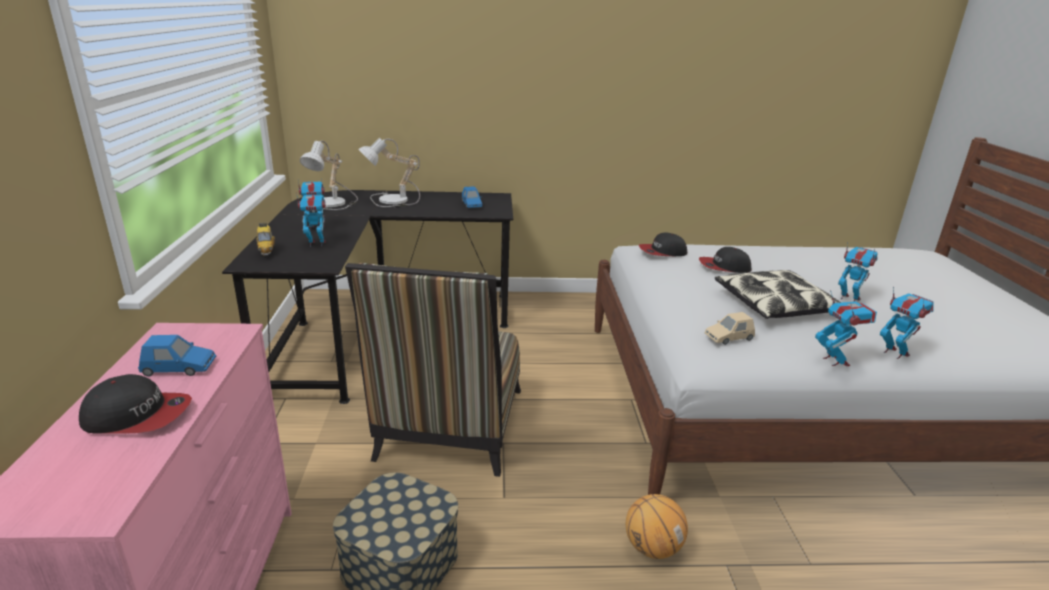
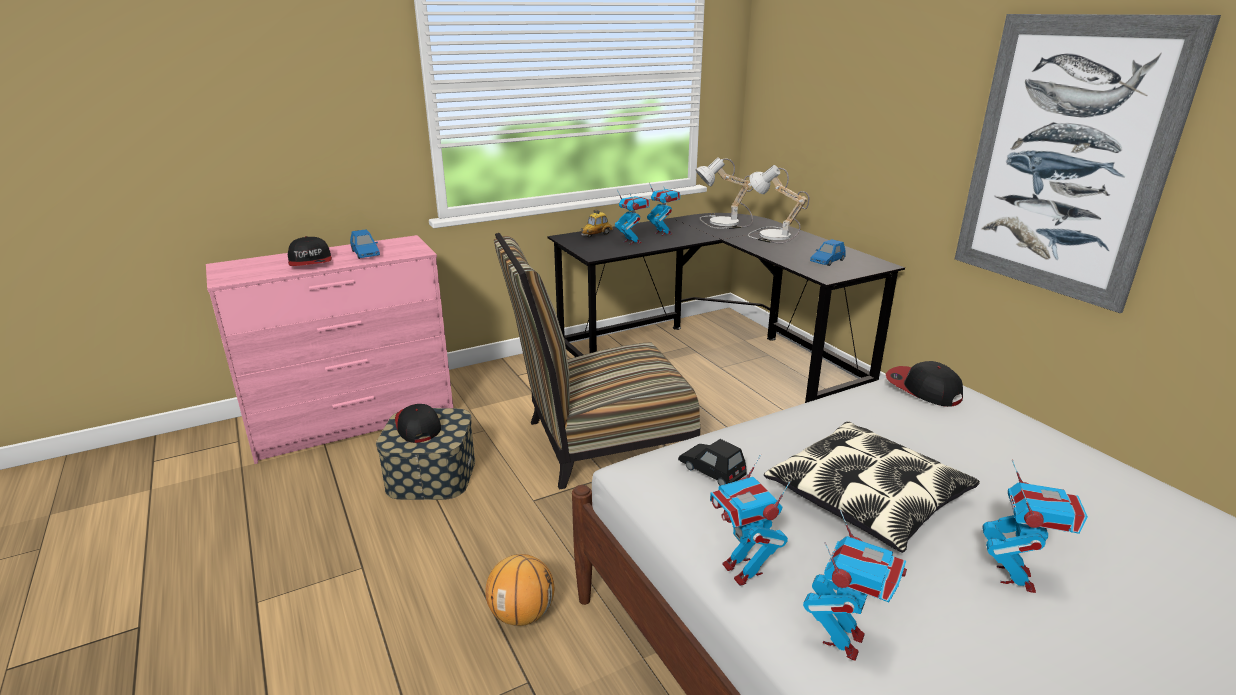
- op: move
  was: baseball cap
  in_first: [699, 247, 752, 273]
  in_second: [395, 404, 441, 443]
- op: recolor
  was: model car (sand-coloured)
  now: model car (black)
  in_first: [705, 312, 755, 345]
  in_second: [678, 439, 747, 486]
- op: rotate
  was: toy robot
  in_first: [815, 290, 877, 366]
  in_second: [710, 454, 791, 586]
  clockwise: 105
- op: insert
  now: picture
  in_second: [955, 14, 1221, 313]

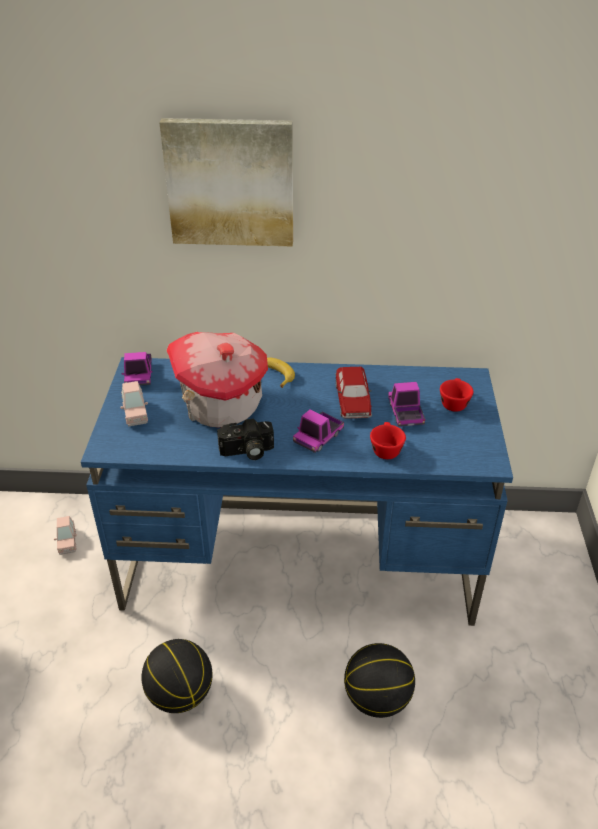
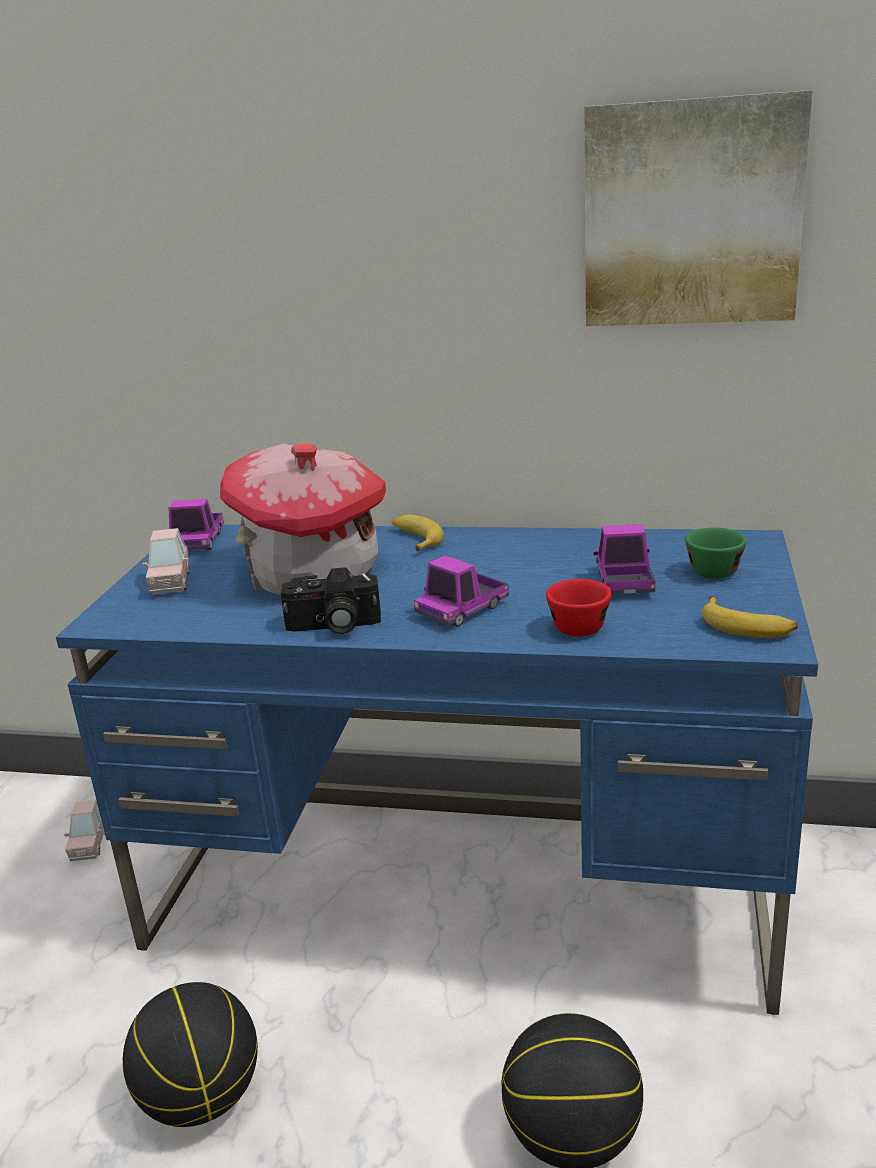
- op: move
  was: picture
  in_first: [159, 118, 293, 246]
  in_second: [584, 90, 812, 326]
- op: delete
  was: model car
  in_first: [335, 367, 372, 419]
- op: recolor
  was: cup (reddish)
  now: cup (greenish)
  in_first: [440, 378, 473, 412]
  in_second: [685, 527, 747, 579]
- op: insert
  now: banana fruit
  in_second: [702, 596, 798, 638]

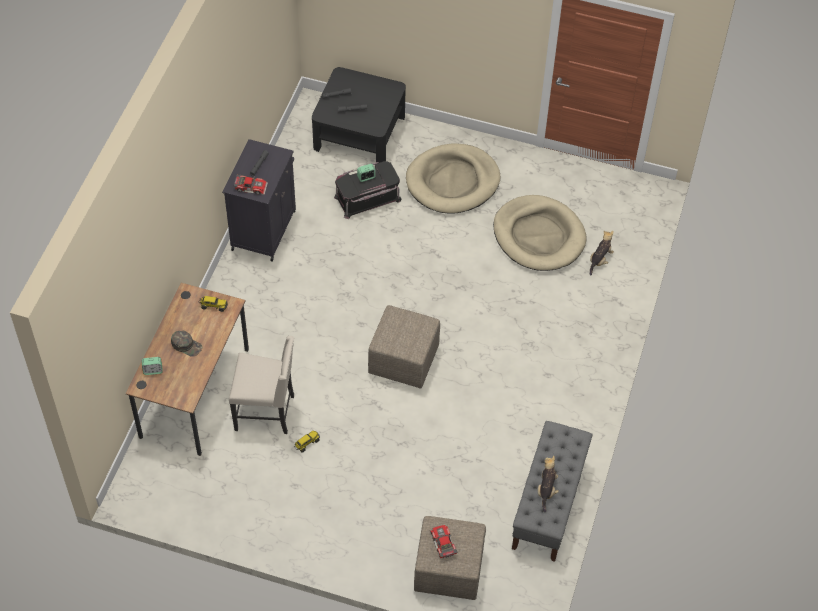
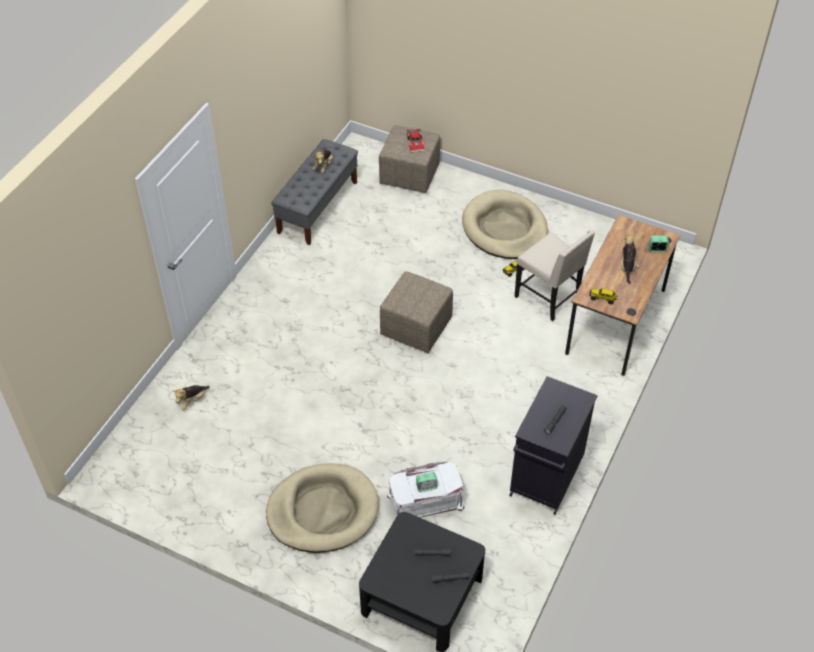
- op: replace
  was: baseball cap (greenish)
  now: cuddly toy
  in_first: [171, 331, 202, 357]
  in_second: [620, 232, 640, 284]
- op: rotate
  was: chair (sand-coloured)
  in_first: [229, 336, 294, 434]
  in_second: [515, 229, 595, 321]
  clockwise: -150
- op: delete
  was: model car
  in_first: [234, 174, 268, 195]
- op: recolor
  was: storage container (black)
  now: storage container (whitish)
  in_first: [334, 161, 402, 219]
  in_second: [387, 462, 464, 518]
- op: move
  was: dog bed (sand-coloured)
  in_first: [493, 195, 586, 271]
  in_second: [462, 190, 548, 259]

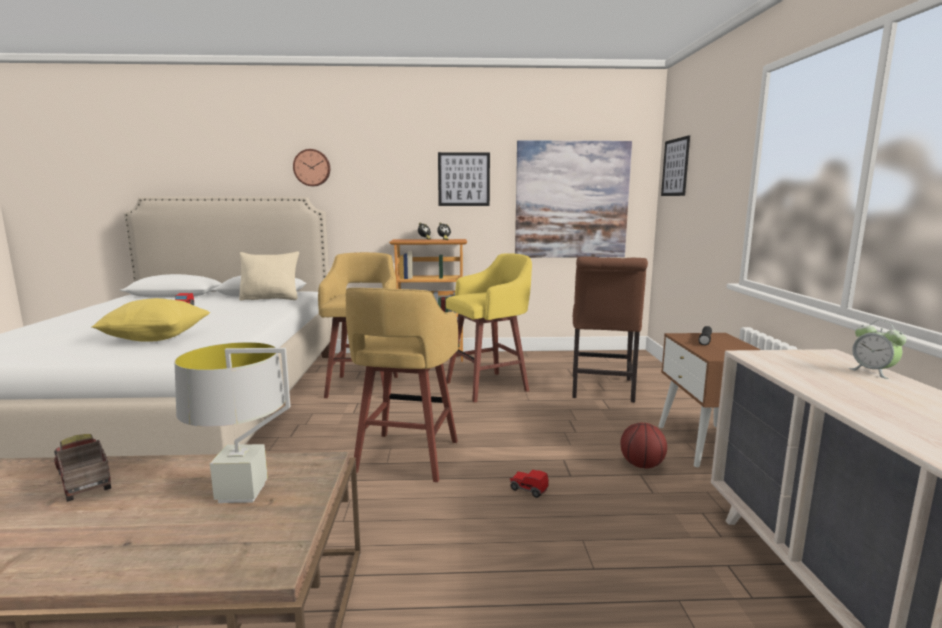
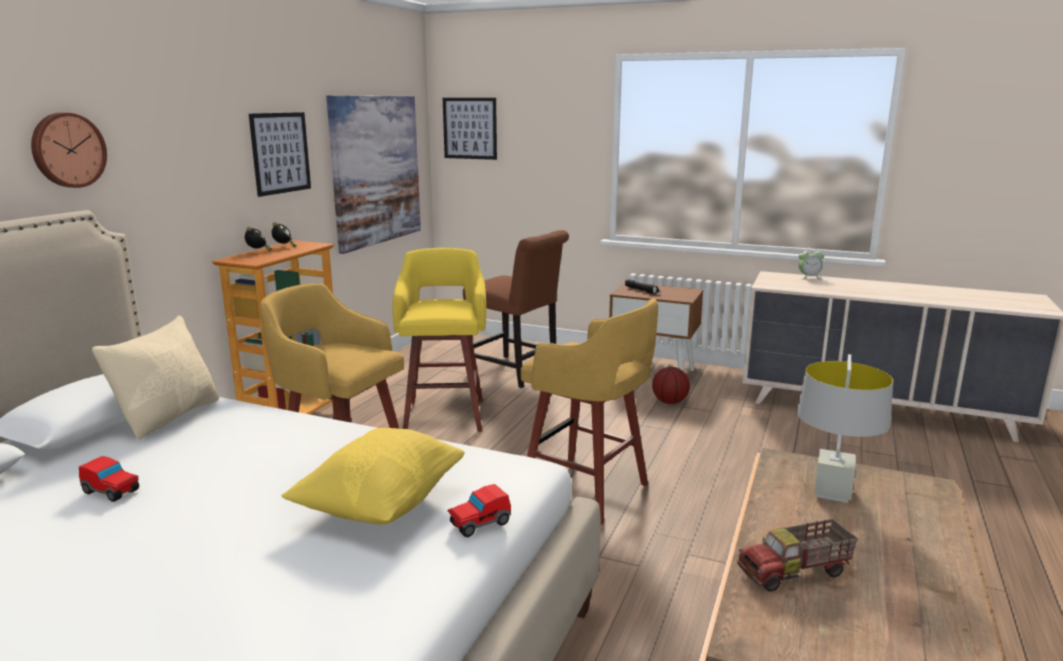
- op: move
  was: model car
  in_first: [510, 470, 549, 498]
  in_second: [448, 484, 511, 537]

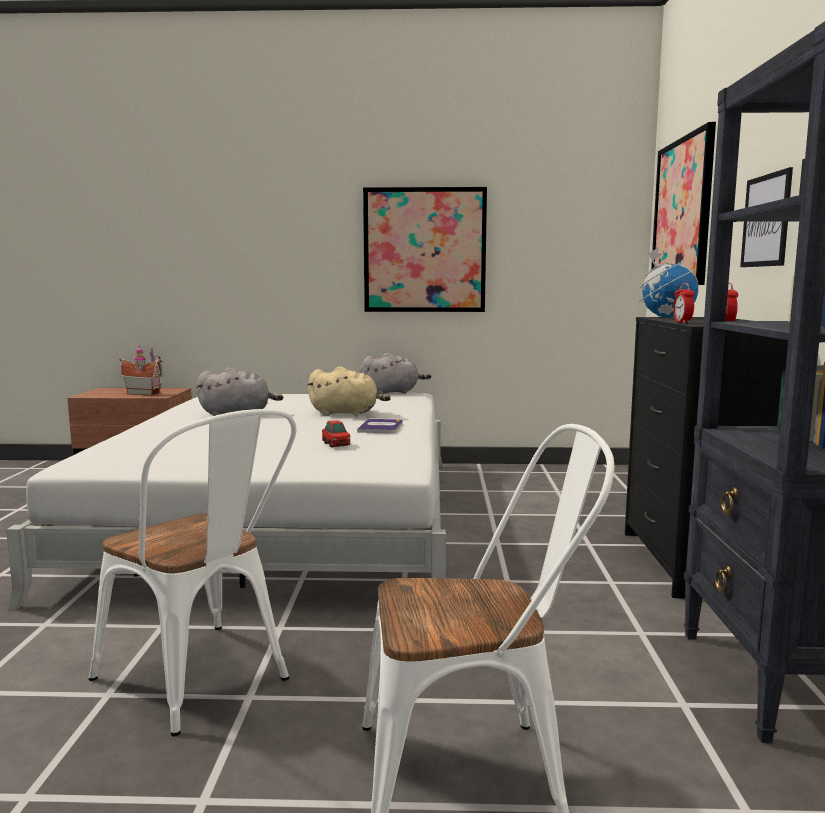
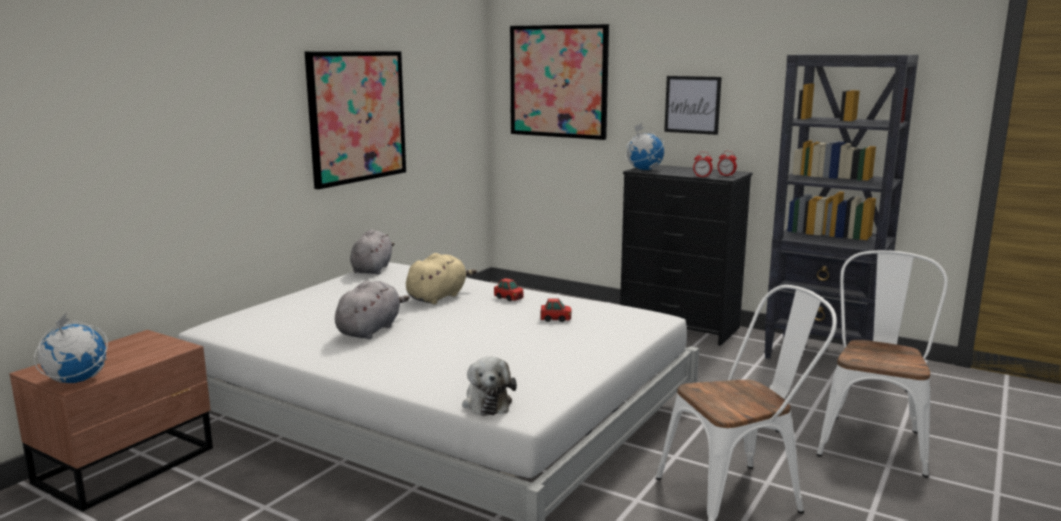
- op: delete
  was: model house
  in_first: [119, 345, 163, 395]
- op: replace
  was: volume
  now: model car
  in_first: [357, 419, 403, 433]
  in_second: [494, 278, 523, 301]
- op: insert
  now: globe
  in_second: [34, 312, 108, 383]
- op: insert
  now: cuddly toy
  in_second: [462, 357, 517, 416]

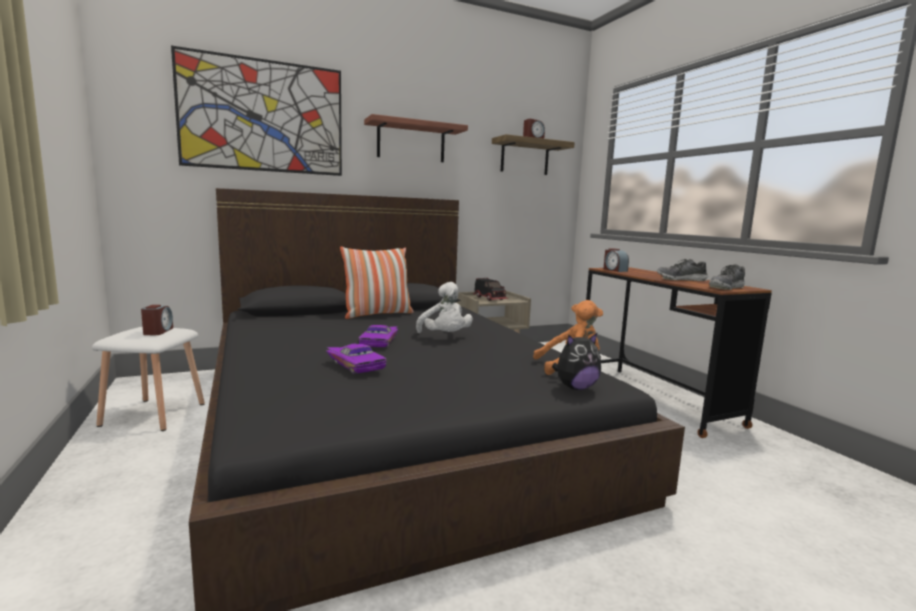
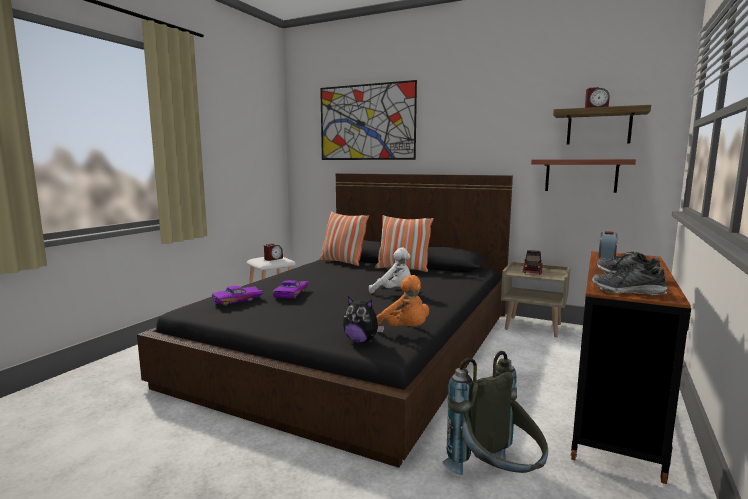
- op: move
  was: model car (purplish)
  in_first: [358, 325, 398, 348]
  in_second: [212, 286, 263, 306]
- op: move
  was: bracket shelf
  in_first: [364, 114, 468, 162]
  in_second: [531, 159, 636, 193]
- op: rotate
  was: cuddly toy (whitish)
  in_first: [416, 282, 473, 333]
  in_second: [369, 247, 411, 293]
  clockwise: -90
- op: insert
  now: throw pillow
  in_second: [319, 211, 369, 266]
- op: insert
  now: knapsack (gray)
  in_second: [443, 351, 548, 475]

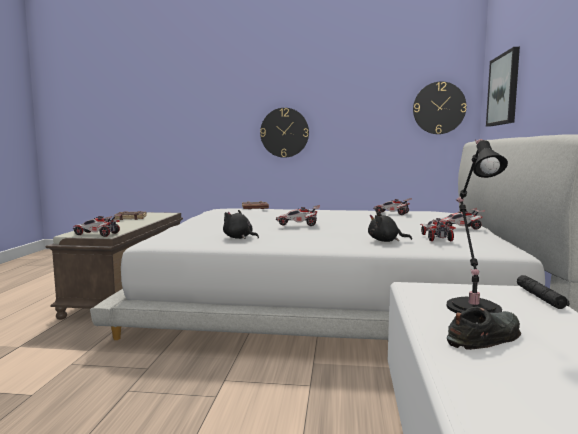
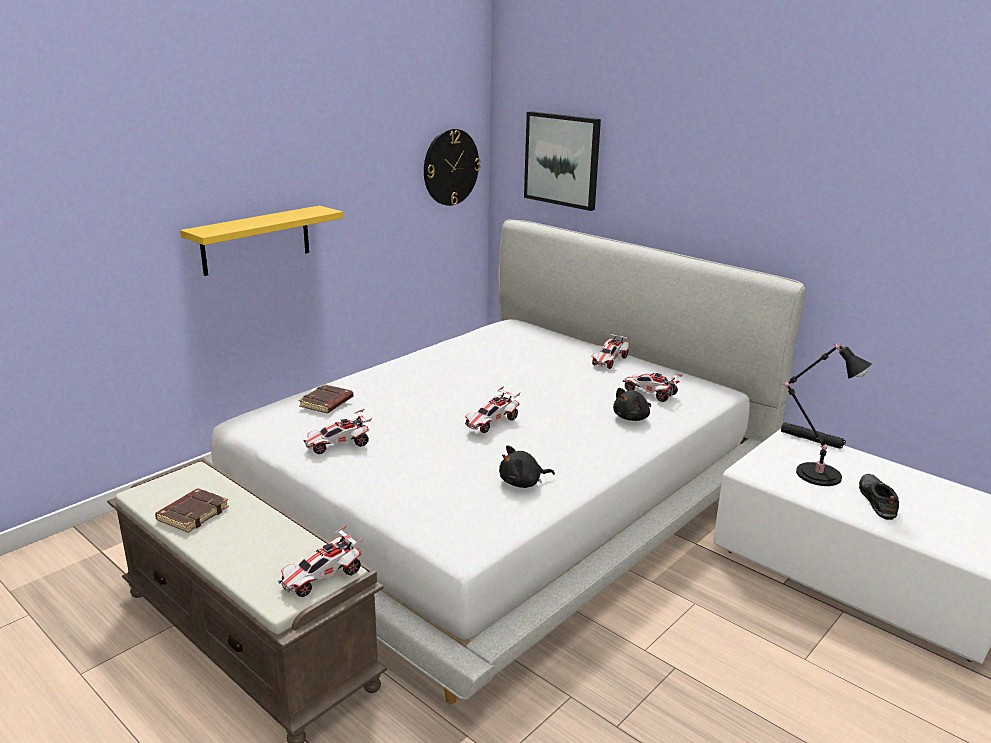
- op: replace
  was: wall clock
  now: bracket shelf (yellowish)
  in_first: [260, 108, 309, 158]
  in_second: [180, 206, 343, 276]
- op: move
  was: model car
  in_first: [373, 198, 412, 215]
  in_second: [303, 409, 372, 454]

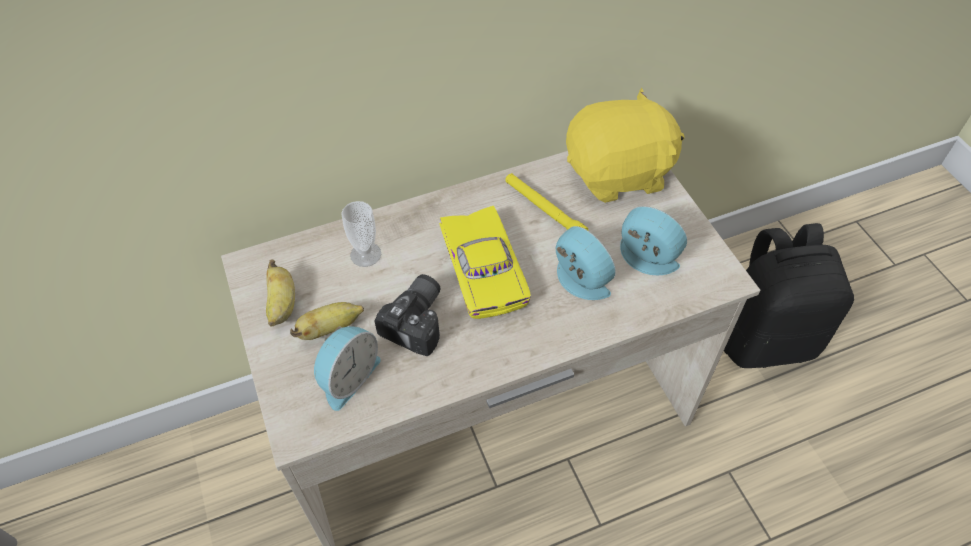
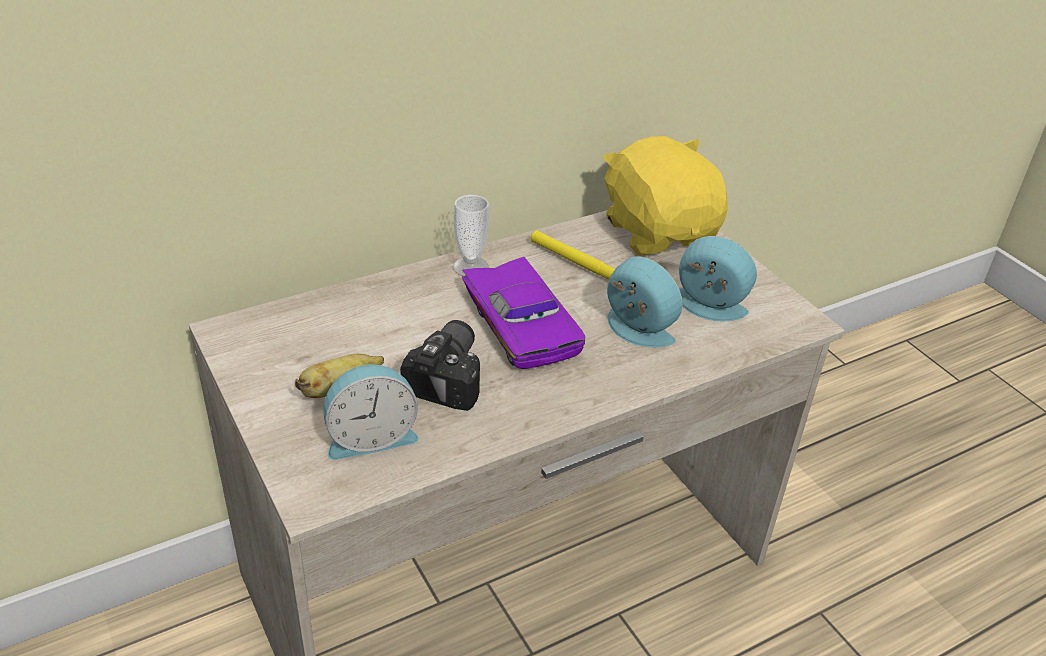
- op: delete
  was: banana fruit
  in_first: [266, 259, 295, 326]
- op: rotate
  was: table clock
  in_first: [314, 326, 381, 411]
  in_second: [323, 364, 419, 460]
  clockwise: 45
- op: move
  was: cup
  in_first: [341, 201, 381, 267]
  in_second: [453, 195, 489, 276]
- op: recolor
  was: model car (yellowish)
  now: model car (purplish)
  in_first: [439, 206, 531, 319]
  in_second: [461, 257, 586, 369]
- op: rotate
  was: cuddly toy (yellowish)
  in_first: [566, 88, 685, 203]
  in_second: [603, 136, 728, 255]
  clockwise: -90
- op: delete
  was: knapsack (black)
  in_first: [724, 223, 854, 368]

